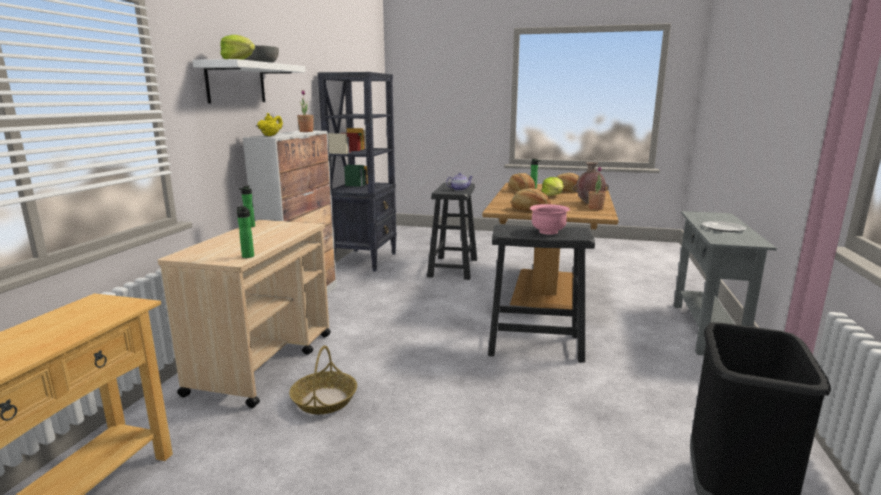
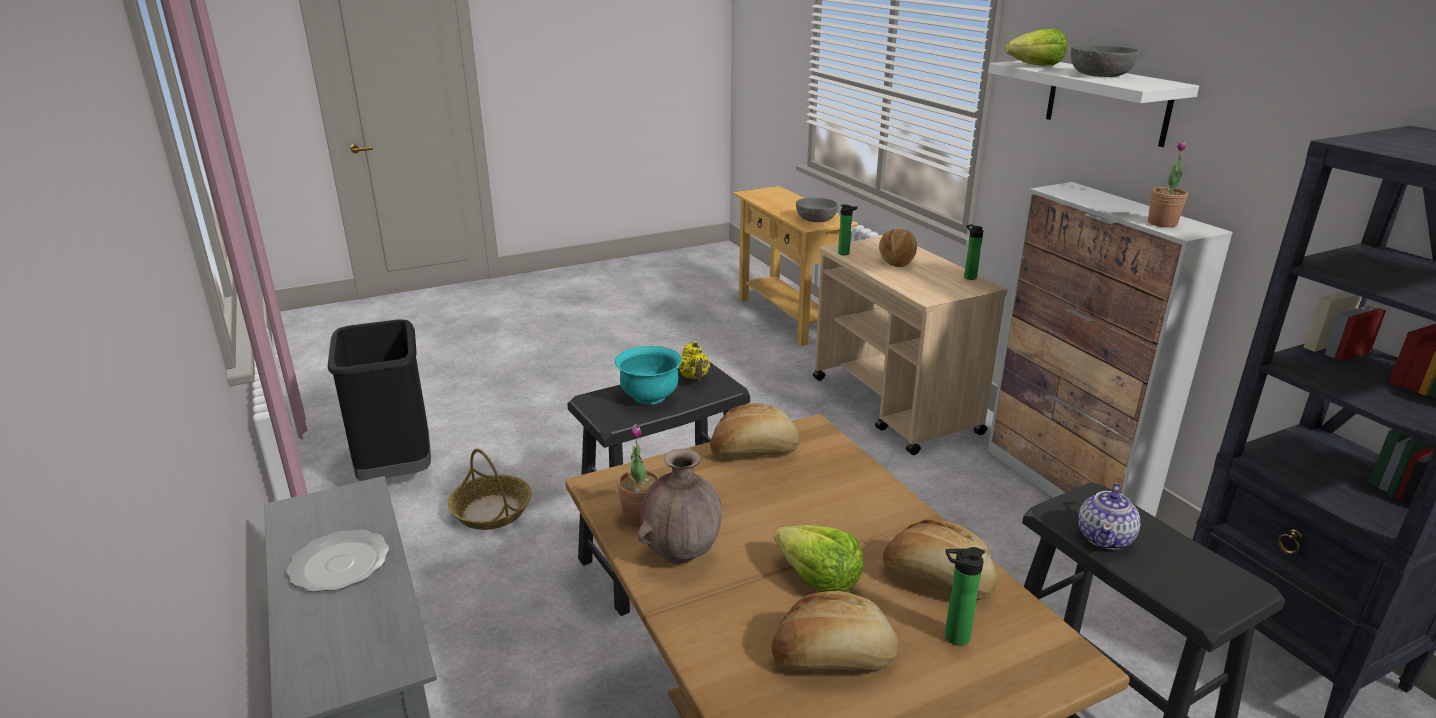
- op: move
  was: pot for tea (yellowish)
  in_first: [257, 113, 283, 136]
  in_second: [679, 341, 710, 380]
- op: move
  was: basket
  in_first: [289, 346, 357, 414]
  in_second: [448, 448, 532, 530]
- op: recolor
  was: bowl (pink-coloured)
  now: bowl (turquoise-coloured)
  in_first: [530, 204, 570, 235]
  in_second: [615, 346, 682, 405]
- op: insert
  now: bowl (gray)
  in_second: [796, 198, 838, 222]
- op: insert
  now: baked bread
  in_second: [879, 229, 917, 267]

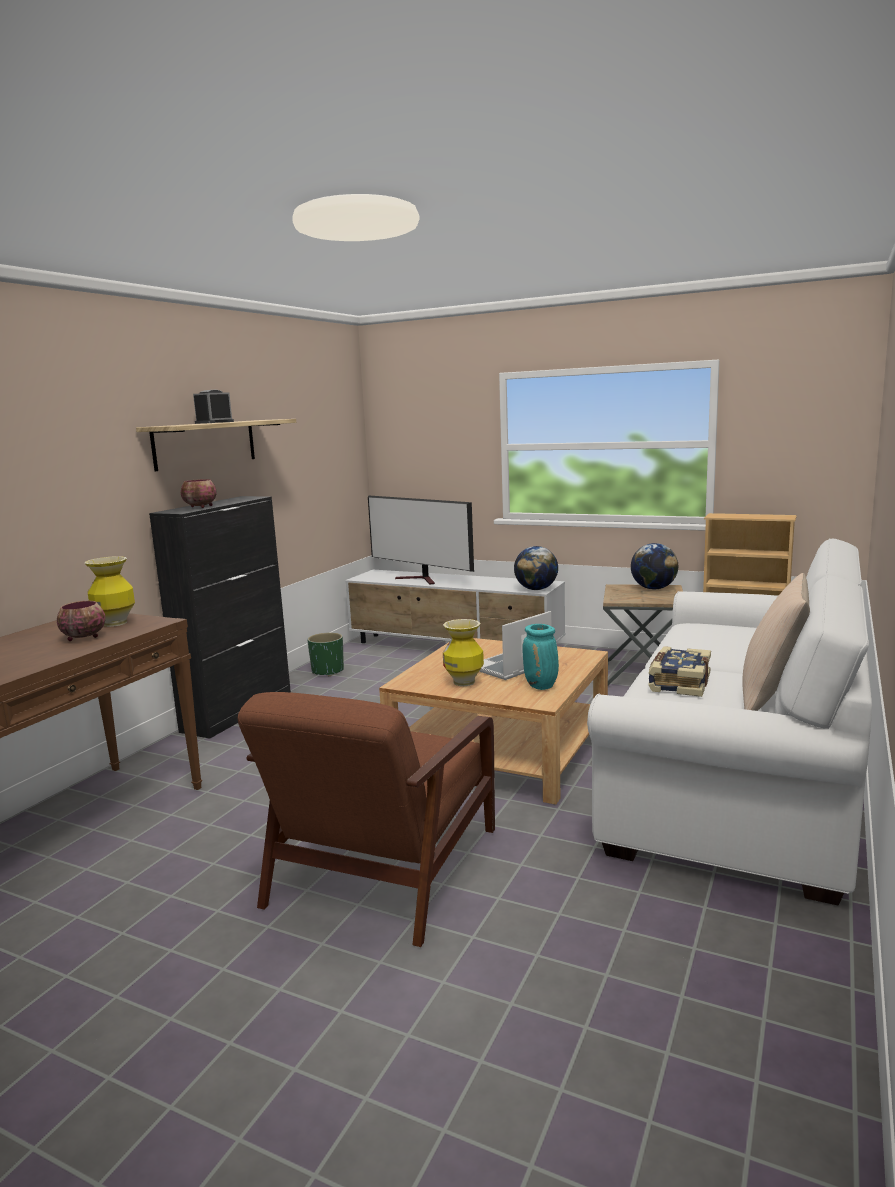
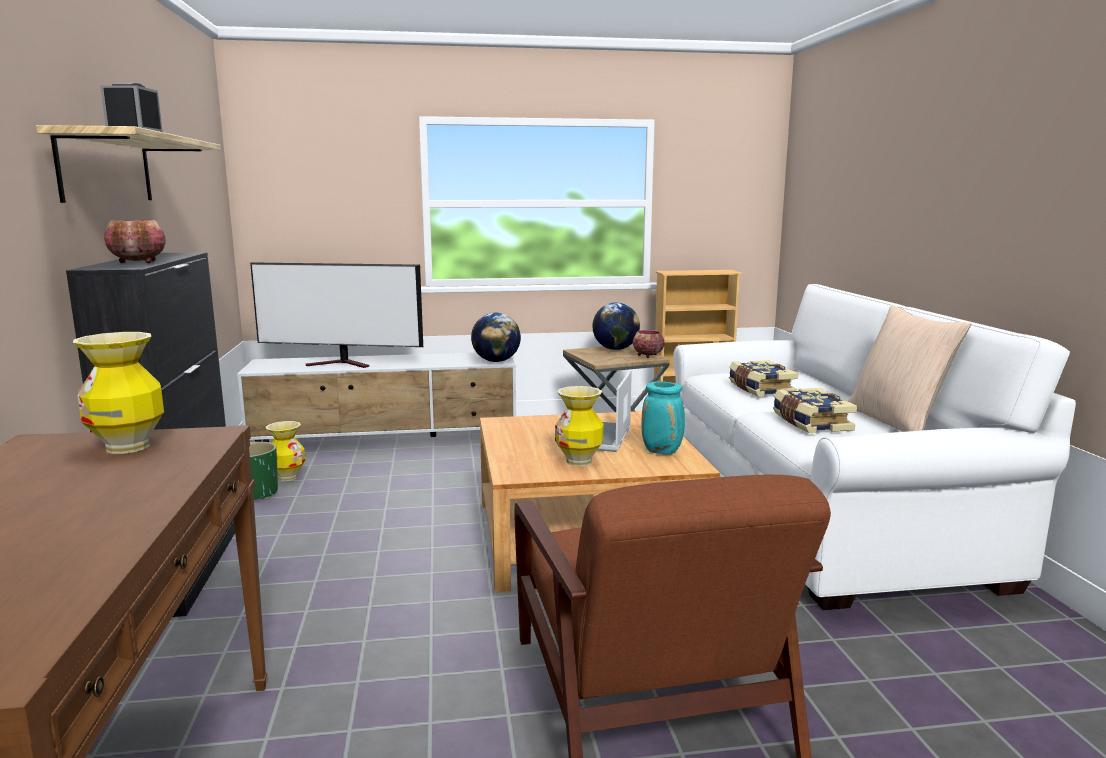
- op: move
  was: bowl
  in_first: [57, 601, 106, 641]
  in_second: [633, 330, 665, 358]
- op: insert
  now: decorative vase
  in_second: [266, 421, 305, 481]
- op: insert
  now: volume
  in_second: [729, 360, 798, 397]

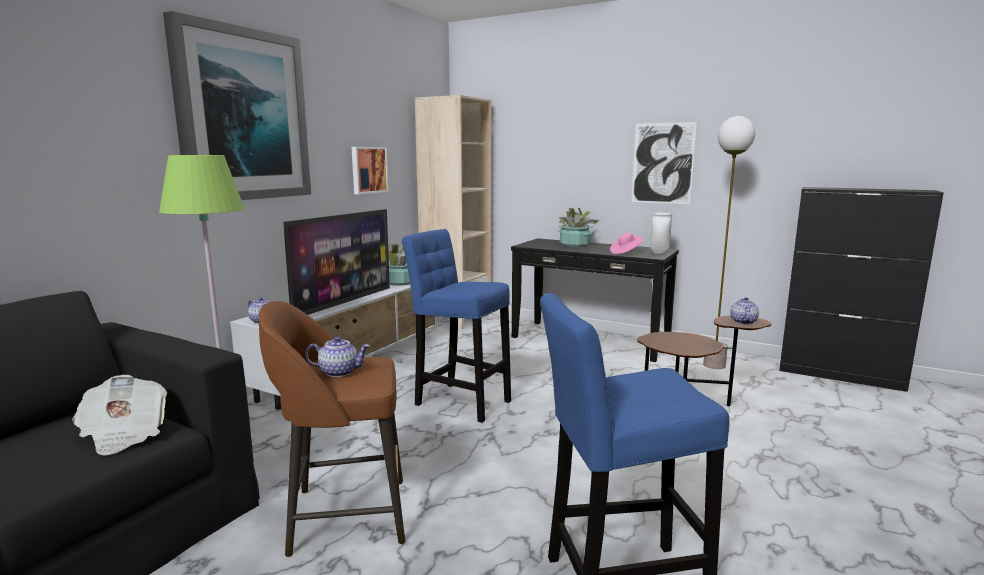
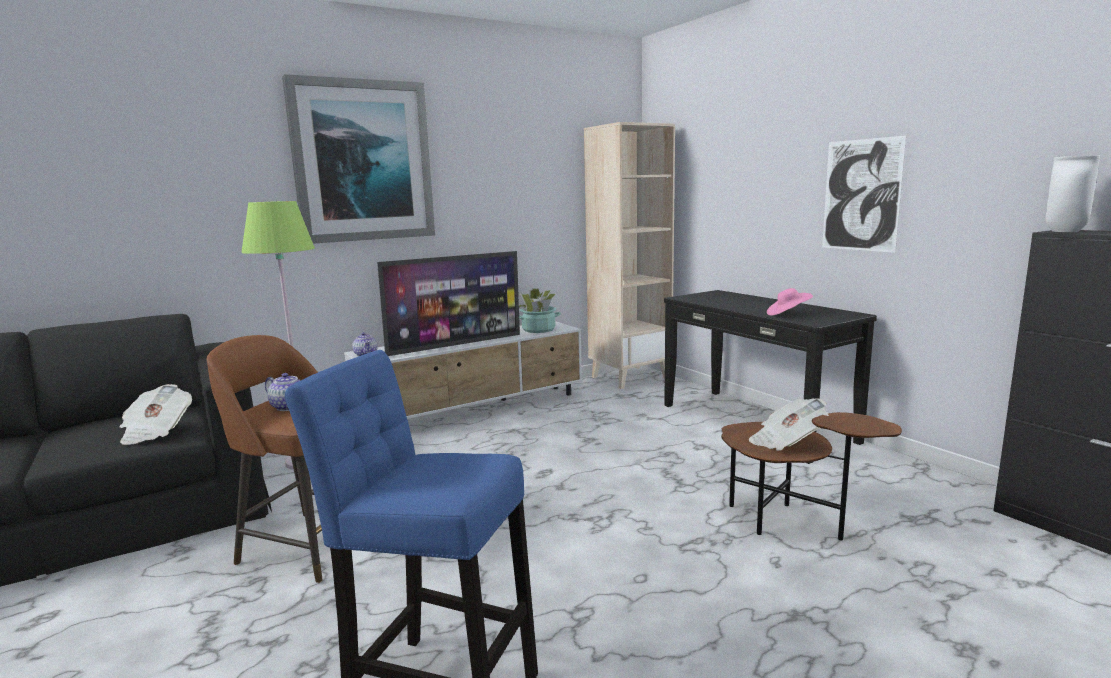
- op: delete
  was: picture
  in_first: [352, 147, 389, 194]
- op: delete
  was: sitting stool (blue-coloured)
  in_first: [402, 229, 511, 423]
- op: delete
  was: potted plant
  in_first: [558, 208, 600, 247]
- op: move
  was: decorative vase (whitish)
  in_first: [650, 213, 672, 254]
  in_second: [1046, 155, 1100, 232]
- op: delete
  was: standing lamp
  in_first: [703, 116, 755, 369]
- op: delete
  was: pot for tea
  in_first: [730, 297, 759, 324]
- op: insert
  now: printed paper
  in_second: [749, 398, 829, 451]

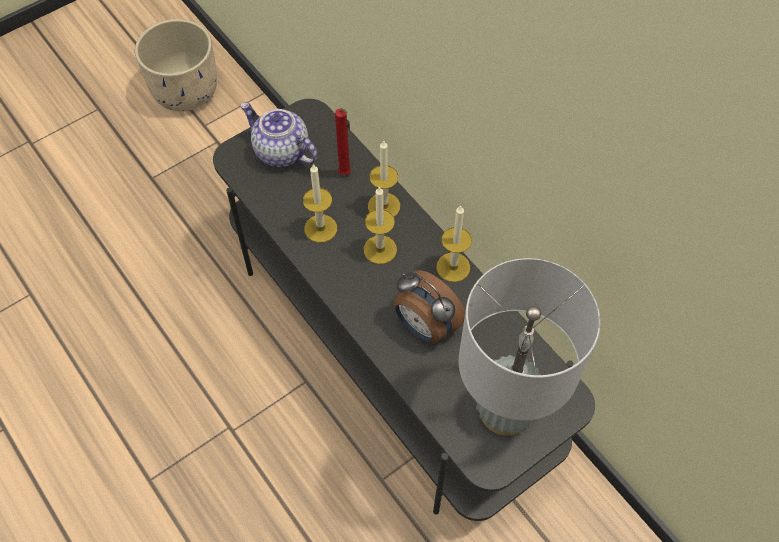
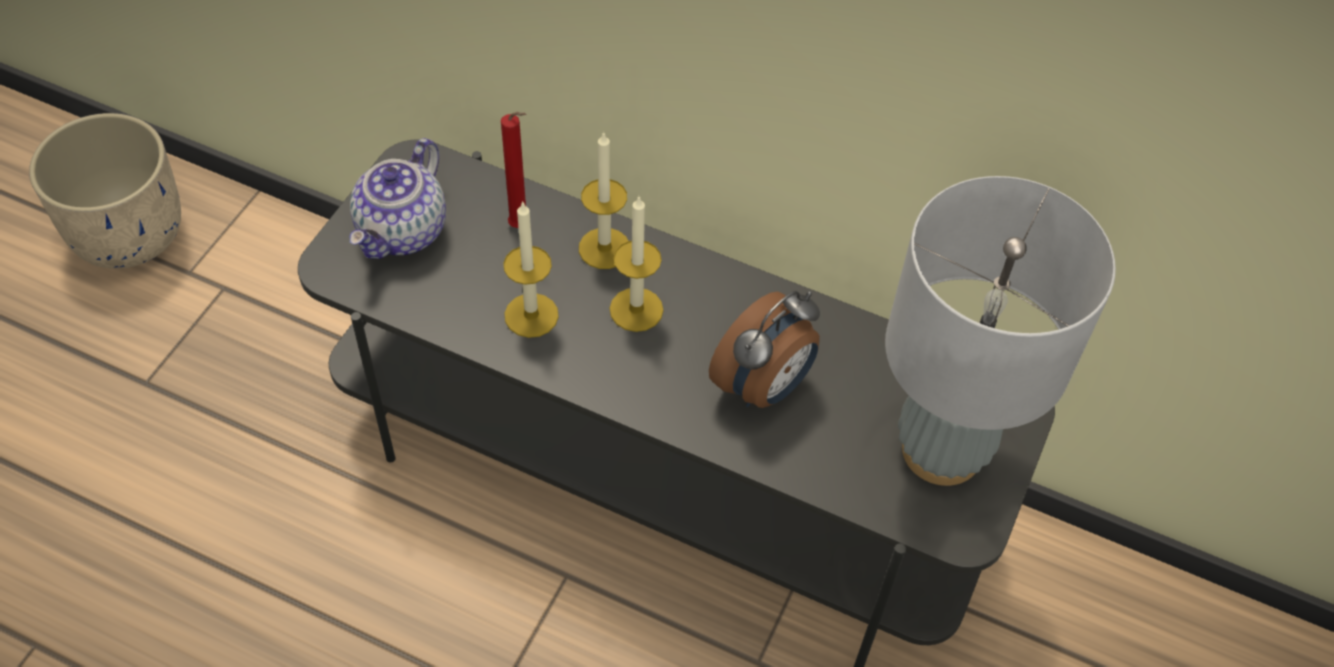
- op: rotate
  was: pot for tea
  in_first: [240, 102, 318, 167]
  in_second: [350, 138, 446, 259]
  clockwise: -75
- op: rotate
  was: table clock
  in_first: [394, 270, 465, 343]
  in_second: [709, 291, 820, 408]
  clockwise: -60
- op: delete
  was: wax light
  in_first: [436, 205, 472, 282]

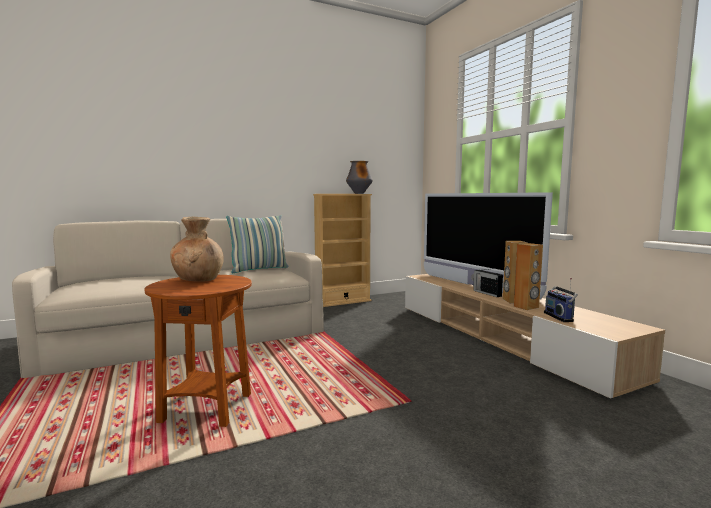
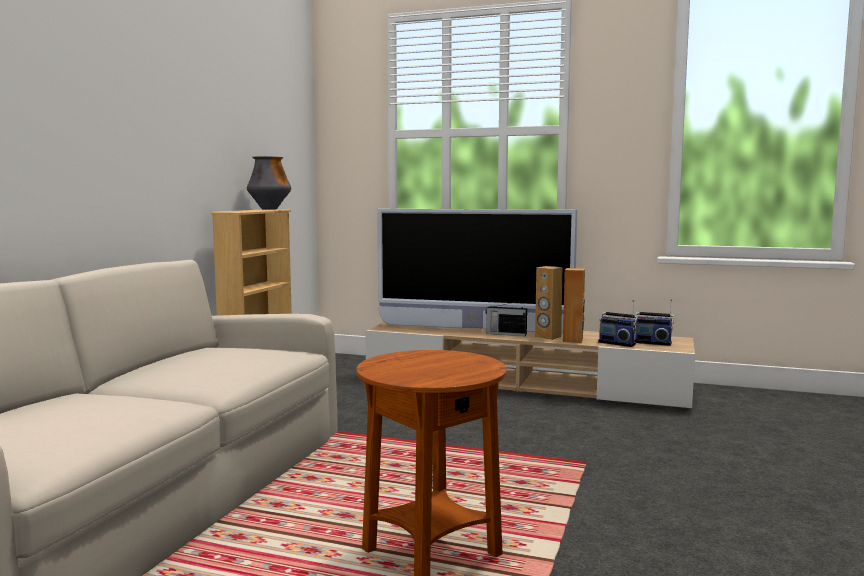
- op: delete
  was: decorative vase (brown)
  in_first: [170, 217, 224, 282]
- op: delete
  was: throw pillow
  in_first: [226, 215, 288, 273]
- op: insert
  now: radio receiver
  in_second: [634, 299, 674, 346]

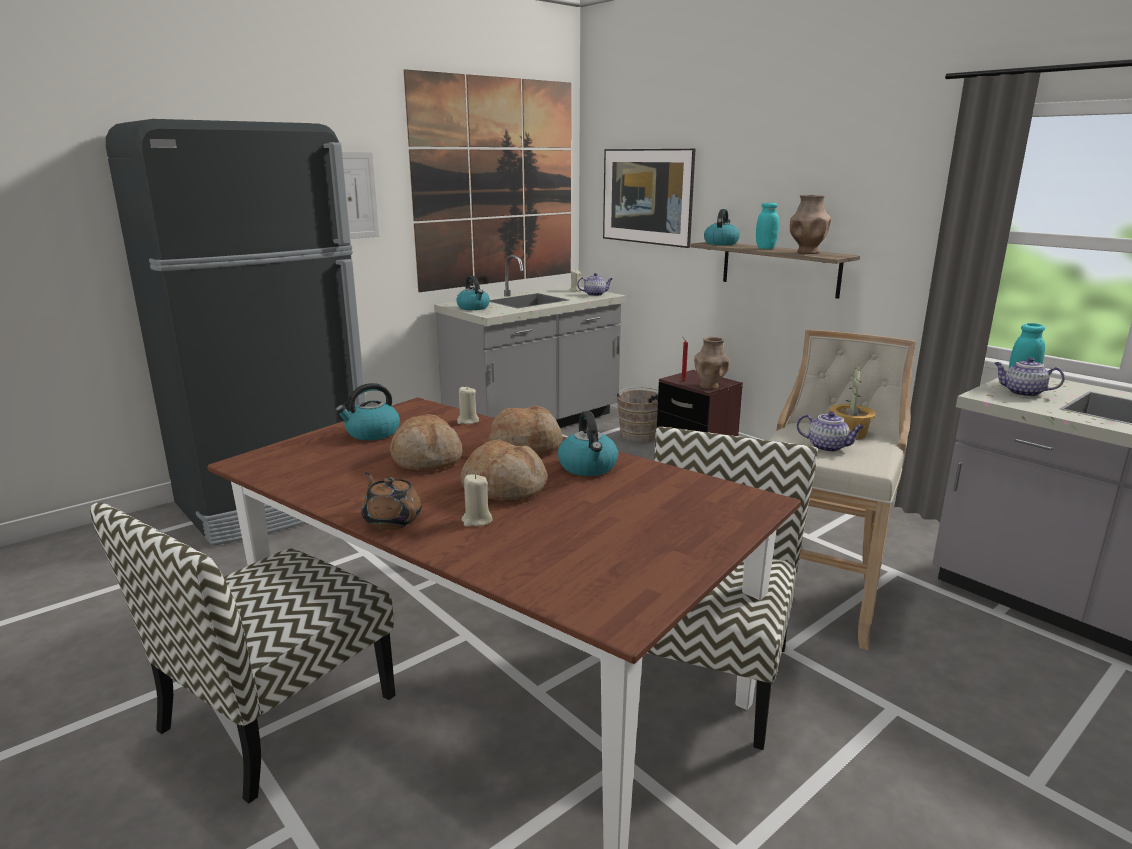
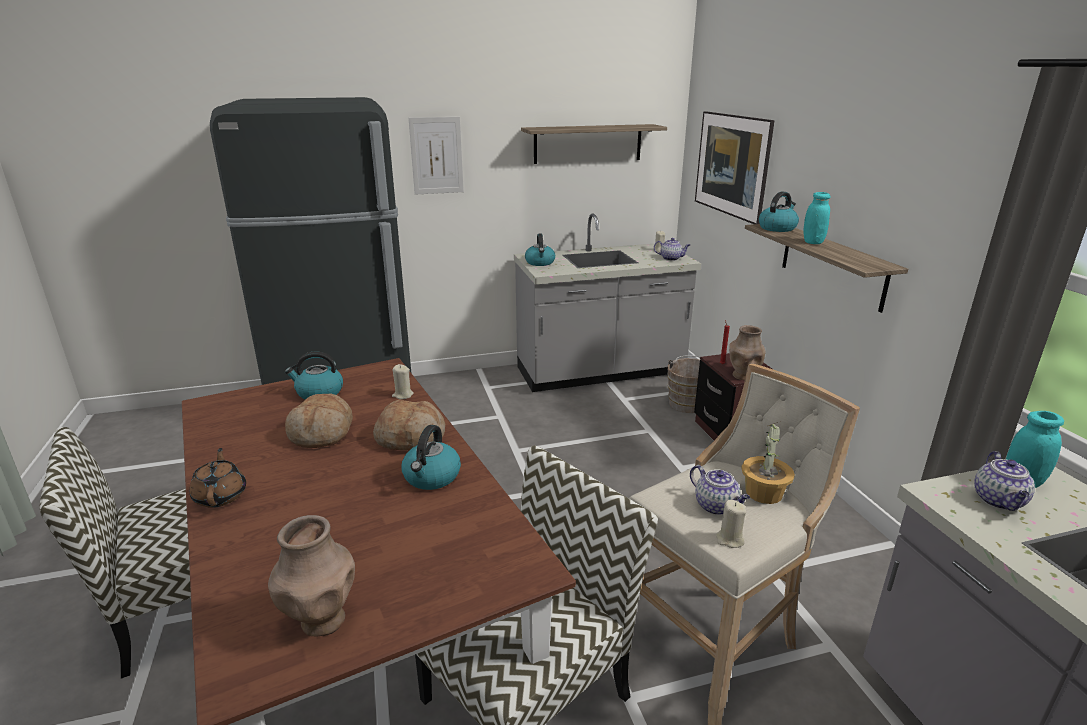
- op: replace
  was: picture
  now: bracket shelf
  in_first: [403, 69, 571, 292]
  in_second: [521, 124, 667, 164]
- op: delete
  was: baked bread
  in_first: [461, 439, 548, 502]
- op: move
  was: wax light (sand-coloured)
  in_first: [462, 474, 492, 527]
  in_second: [716, 500, 746, 548]
- op: move
  was: decorative vase (brown)
  in_first: [790, 195, 831, 254]
  in_second: [268, 515, 355, 637]
- op: rotate
  was: pot for tea
  in_first: [994, 357, 1065, 397]
  in_second: [974, 451, 1035, 511]
  clockwise: -135

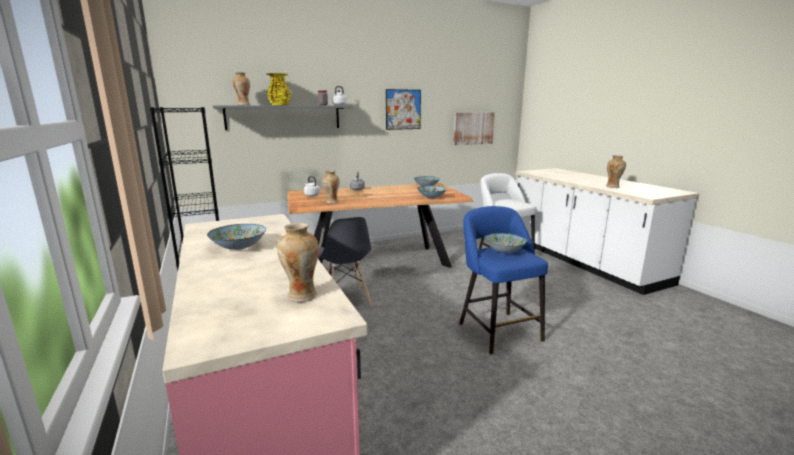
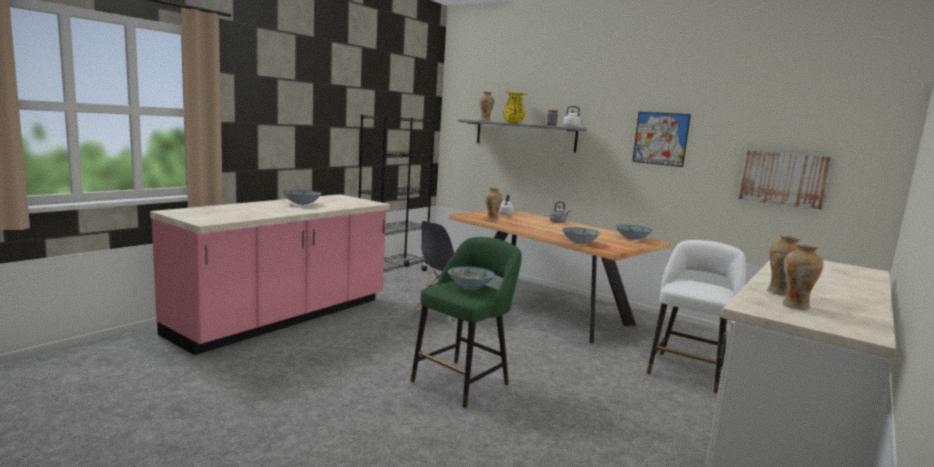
- op: move
  was: decorative vase
  in_first: [277, 223, 319, 302]
  in_second: [783, 243, 824, 310]
- op: recolor
  was: sitting stool (blue-coloured)
  now: sitting stool (greenish)
  in_first: [459, 206, 548, 354]
  in_second: [411, 237, 522, 408]

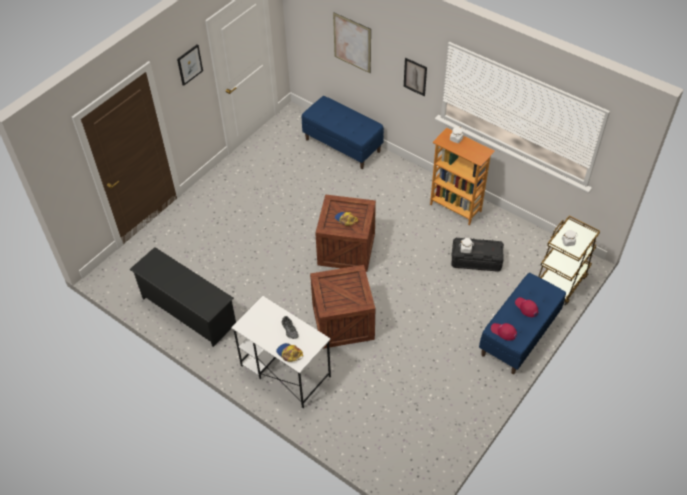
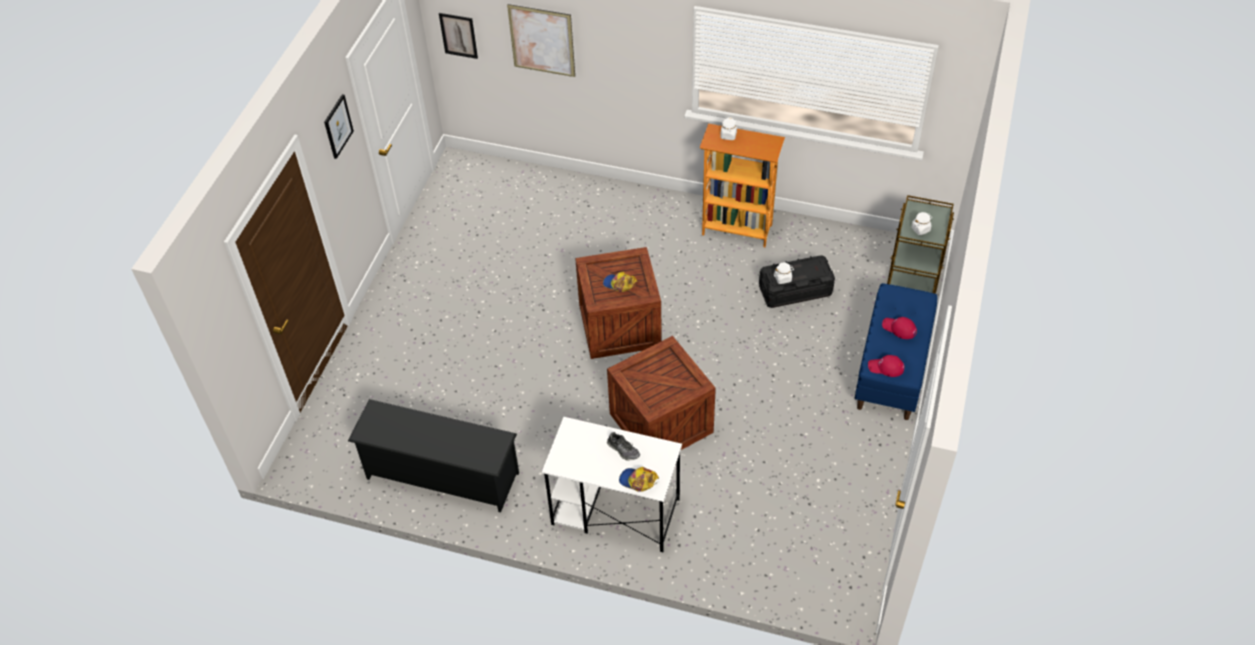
- op: delete
  was: bench (blue-coloured)
  in_first: [302, 96, 384, 169]
- op: move
  was: picture
  in_first: [404, 58, 427, 96]
  in_second: [439, 13, 478, 59]

